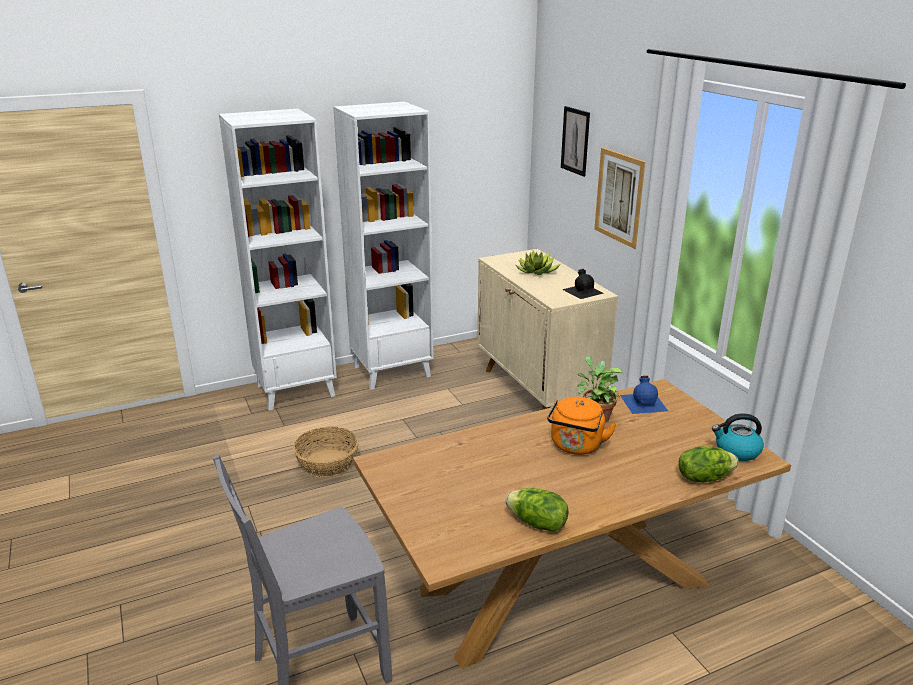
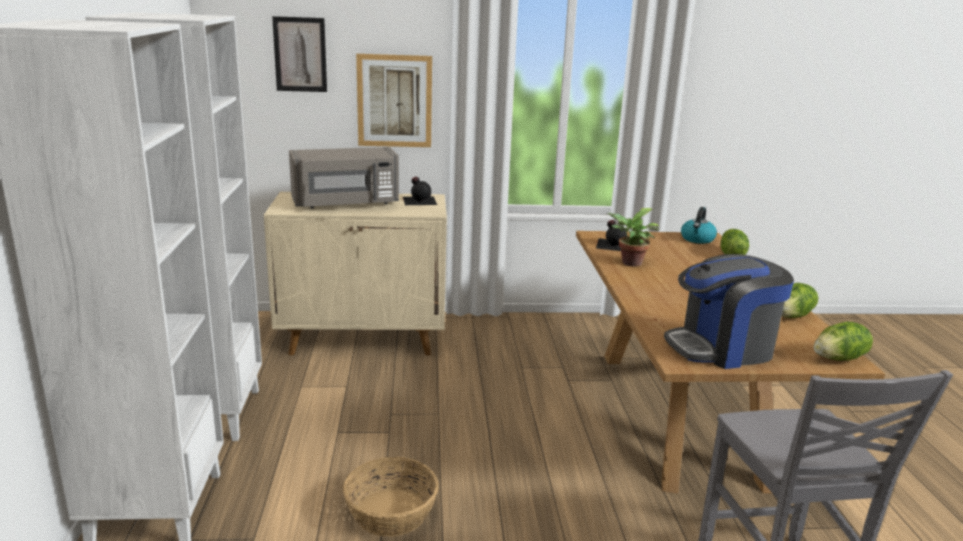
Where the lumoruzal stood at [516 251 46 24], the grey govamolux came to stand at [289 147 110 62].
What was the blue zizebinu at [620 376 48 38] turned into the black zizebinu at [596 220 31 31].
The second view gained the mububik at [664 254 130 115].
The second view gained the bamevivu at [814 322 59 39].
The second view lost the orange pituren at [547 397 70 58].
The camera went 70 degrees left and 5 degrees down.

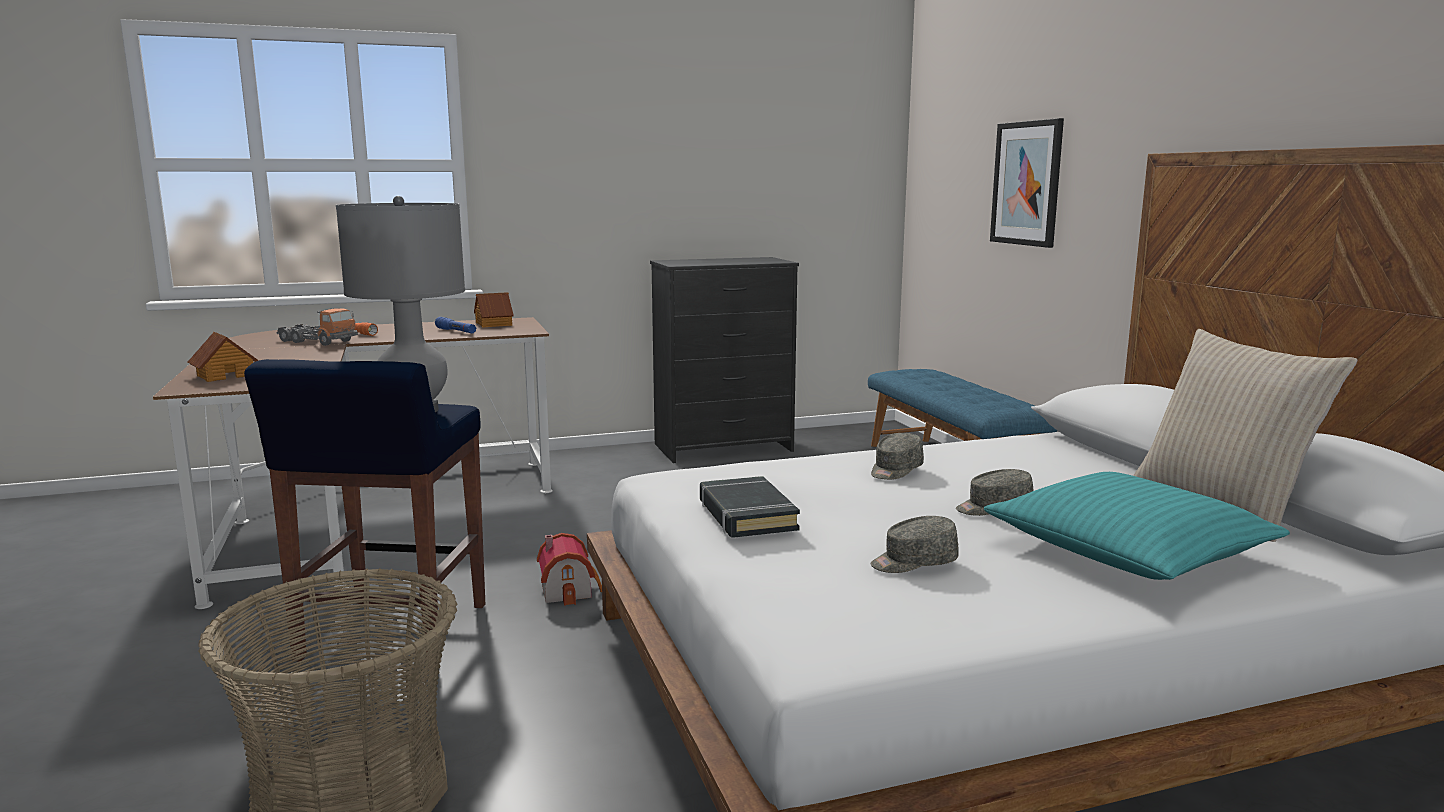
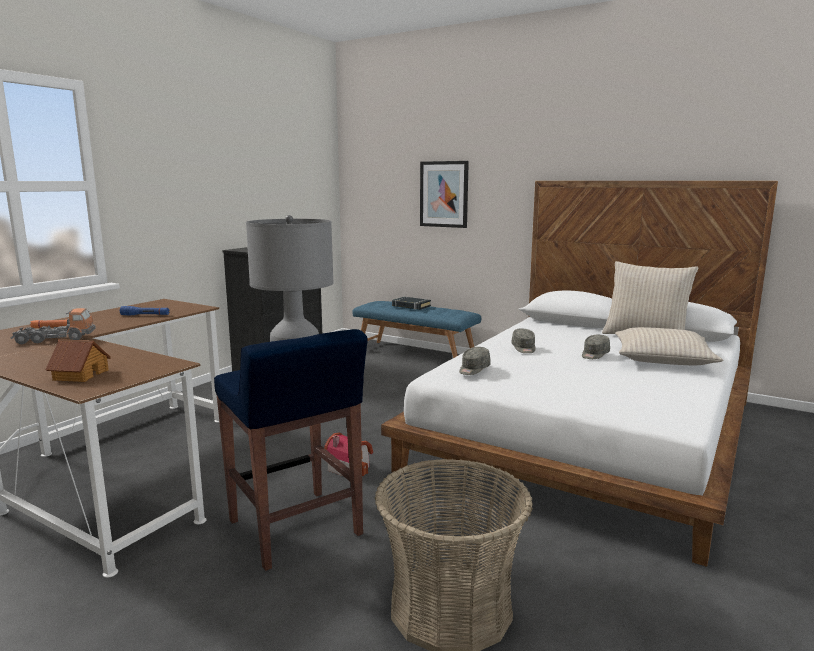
The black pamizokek ended up elsewhere, having gone from [700 476 100 62] to [392 297 39 13].
The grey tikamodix ended up elsewhere, having gone from [870 516 88 57] to [459 347 31 28].
What was the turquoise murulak at [984 472 306 108] turned into the beige murulak at [615 327 108 38].
The second view lost the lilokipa at [474 292 40 35].
The camera went 40 degrees left and 0 degrees up.

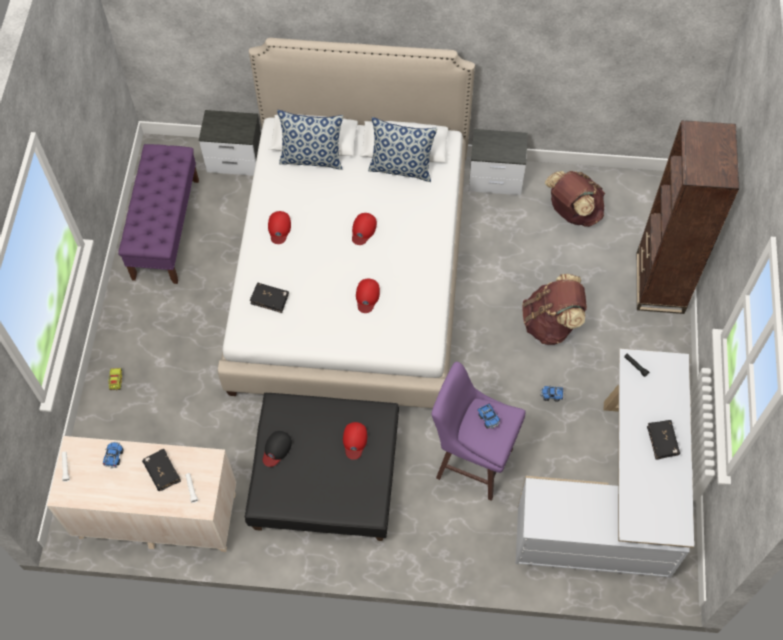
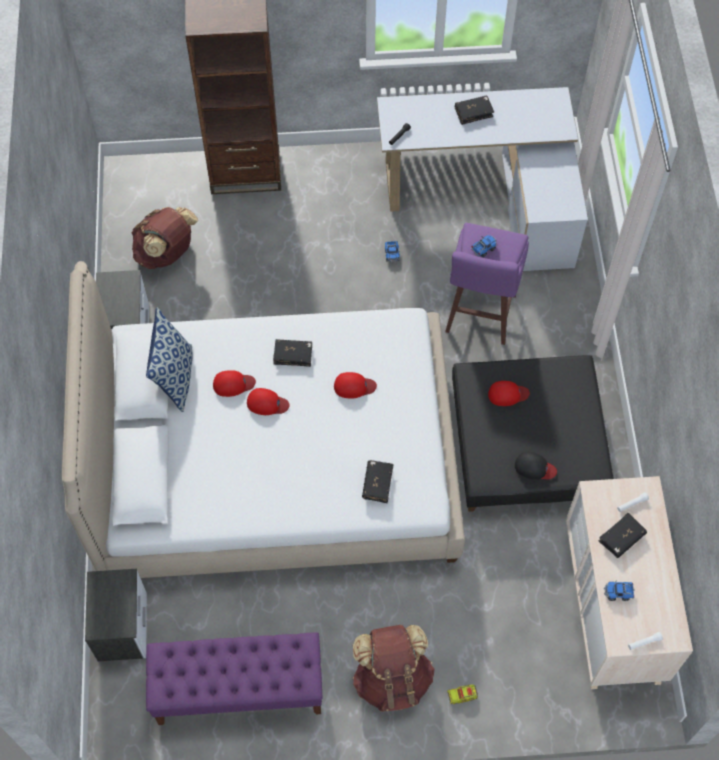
The red tikamodix ended up elsewhere, having gone from [268 211 23 33] to [213 370 43 27].
The second view gained the black pamizokek at [273 339 39 28].
The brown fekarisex ended up elsewhere, having gone from [522 274 65 71] to [352 625 83 86].
The second view lost the murulak at [277 110 66 60].
The camera went 100 degrees left and 0 degrees up.

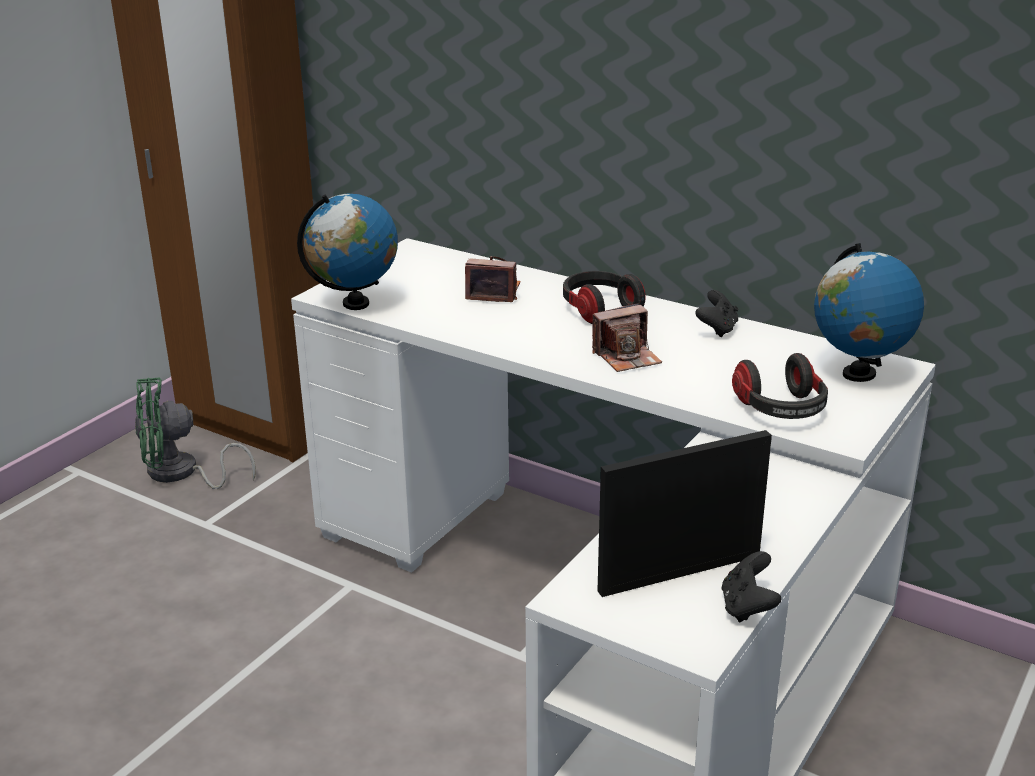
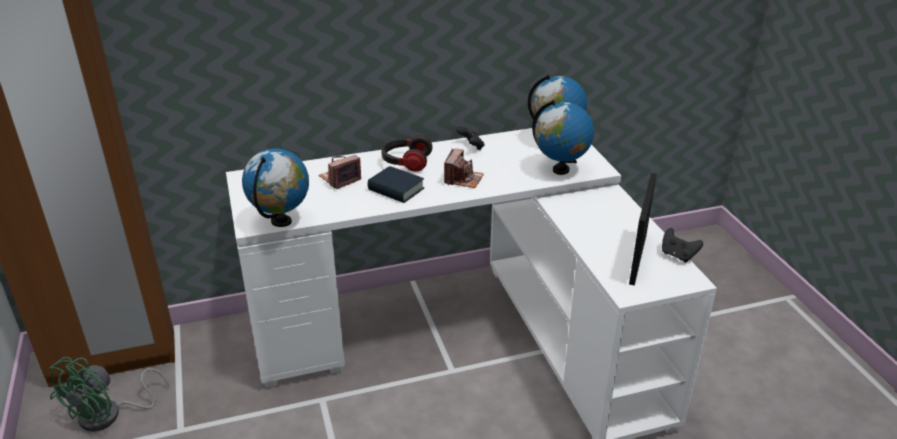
The second view gained the pamizokek at [368 166 56 37].
Where the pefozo stood at [732 353 96 66], the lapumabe came to stand at [532 100 62 75].
The camera went 50 degrees left and 5 degrees up.

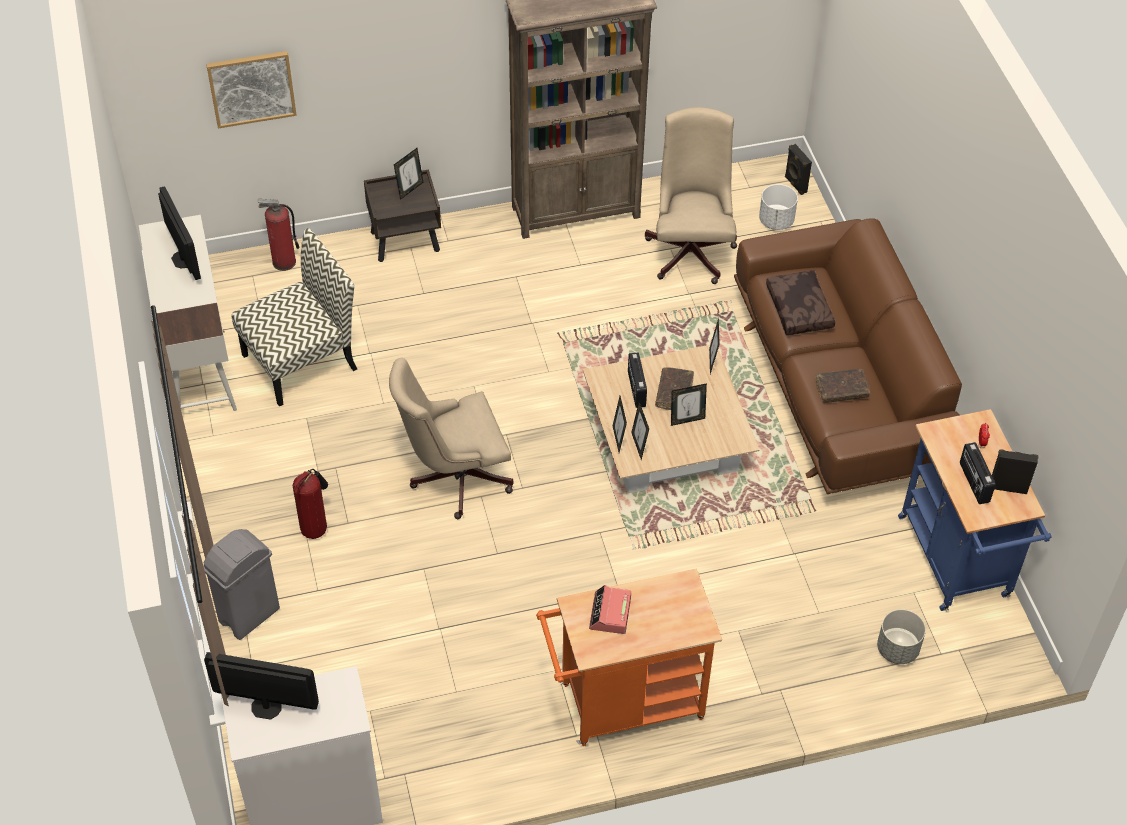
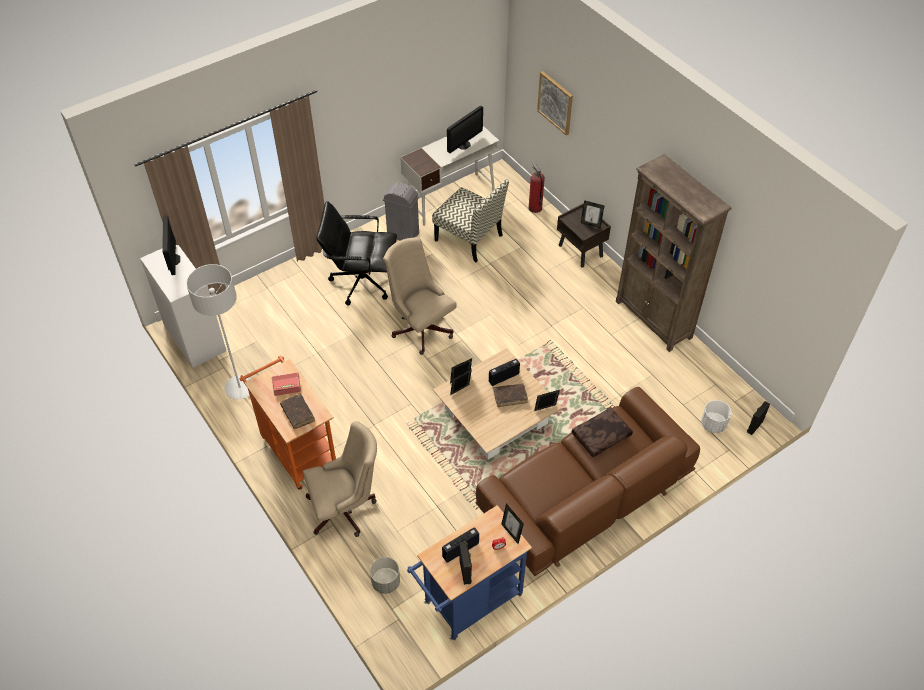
The second view gained the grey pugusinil at [186 264 66 135].
The brown pamizokek ended up elsewhere, having gone from [815 369 55 34] to [280 394 35 35].
The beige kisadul ended up elsewhere, having gone from [645 107 92 177] to [303 421 74 116].
Where the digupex stood at [293 469 35 70], the black kisadul came to stand at [316 201 81 104].
The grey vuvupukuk ended up elsewhere, having gone from [203 529 77 111] to [383 182 36 59].
The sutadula ended up elsewhere, having gone from [671 383 36 43] to [501 504 23 40].
The camera went 70 degrees right and 0 degrees up.

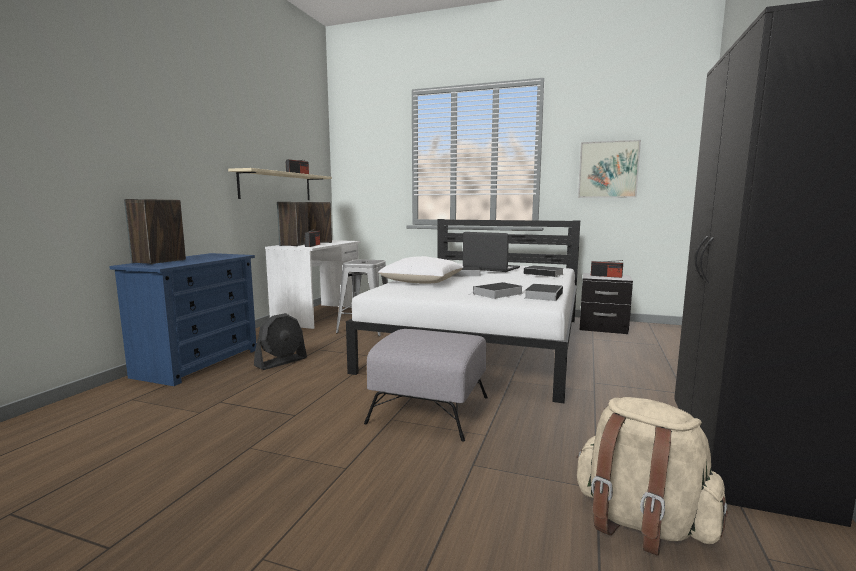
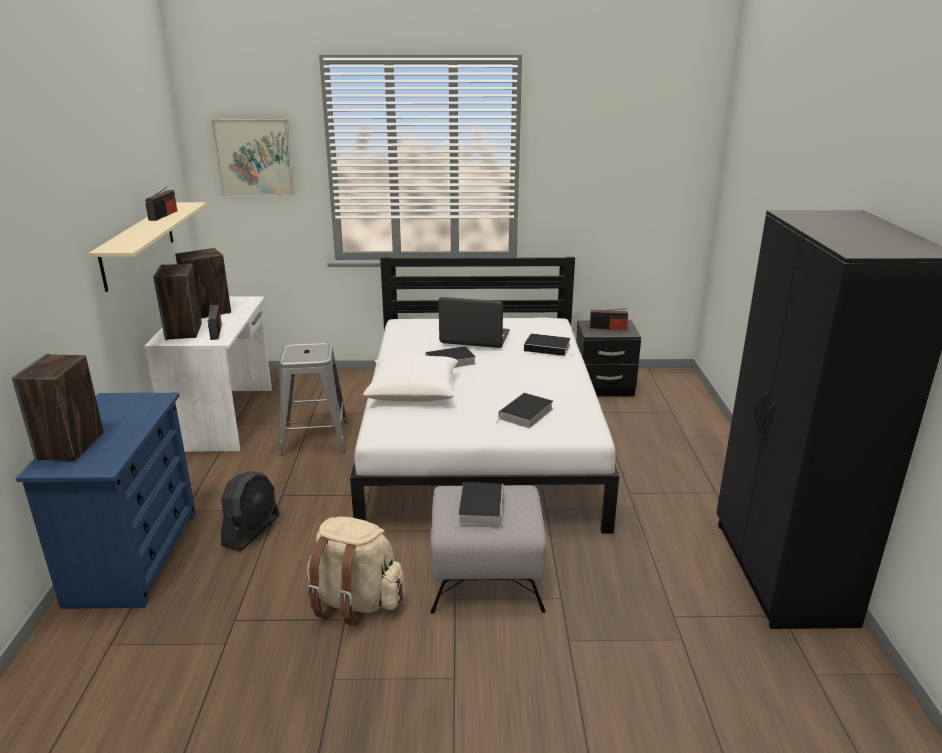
The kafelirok ended up elsewhere, having gone from [578 140 63 58] to [211 119 84 76].
The beige fekarisex ended up elsewhere, having gone from [576 397 152 159] to [307 517 98 109].
The pamizokek ended up elsewhere, having gone from [525 284 38 17] to [458 482 45 44].
The camera went 20 degrees left and 15 degrees up.

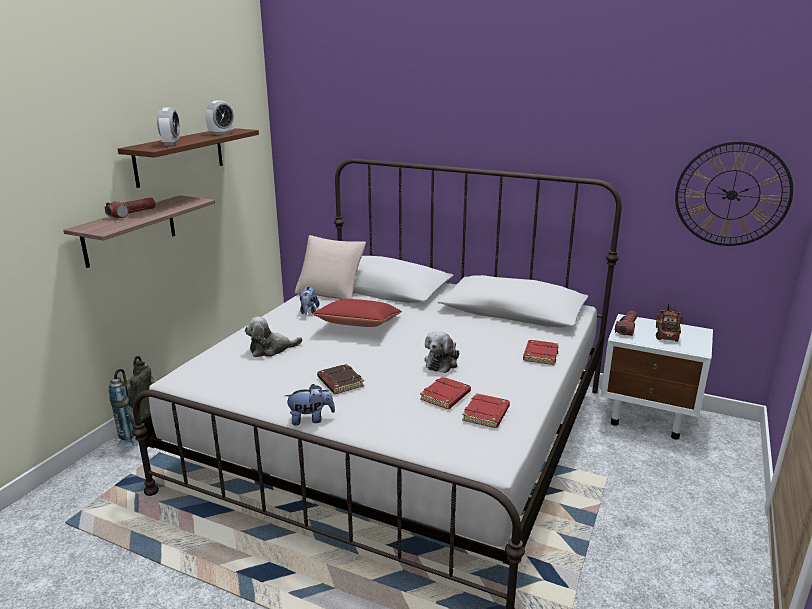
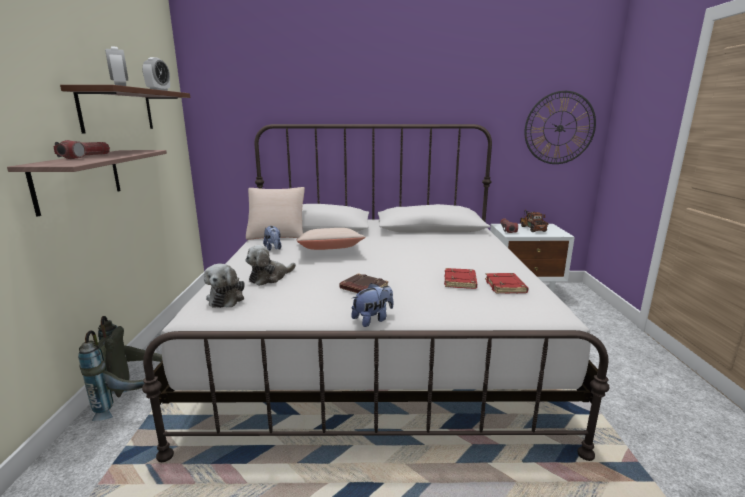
The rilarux ended up elsewhere, having gone from [424 331 35 42] to [204 264 41 44].
What was the red murulak at [312 299 90 28] turned into the beige murulak at [297 228 69 22].
The second view lost the red pamizokek at [523 340 36 25].
The camera went 25 degrees left and 5 degrees down.

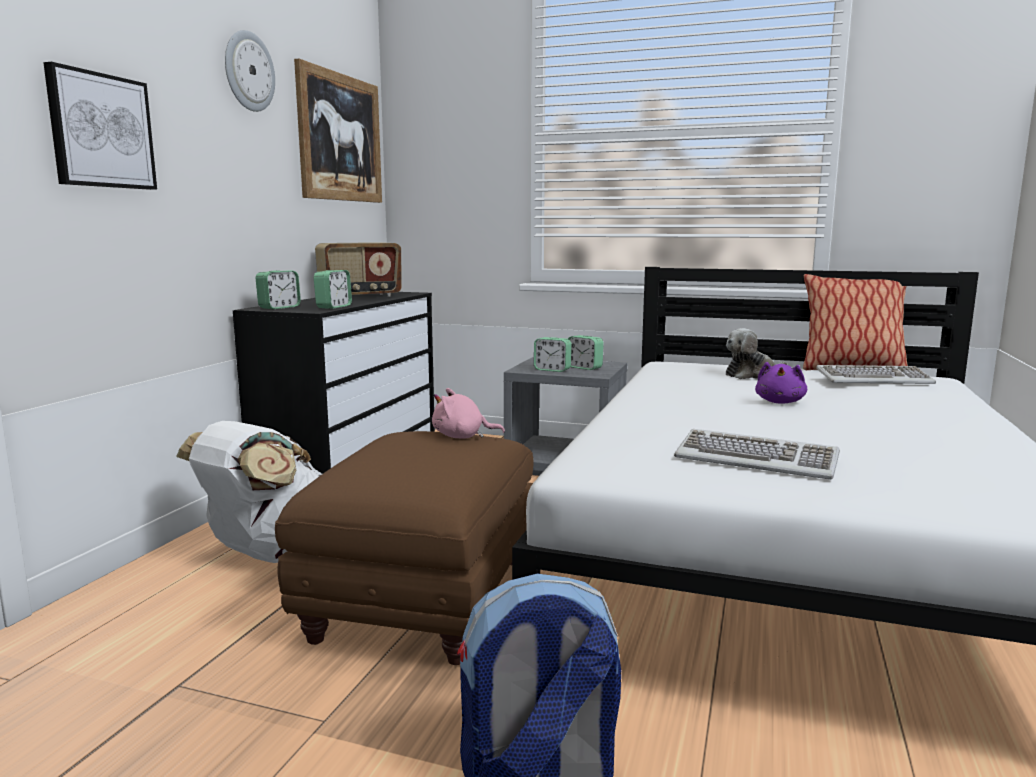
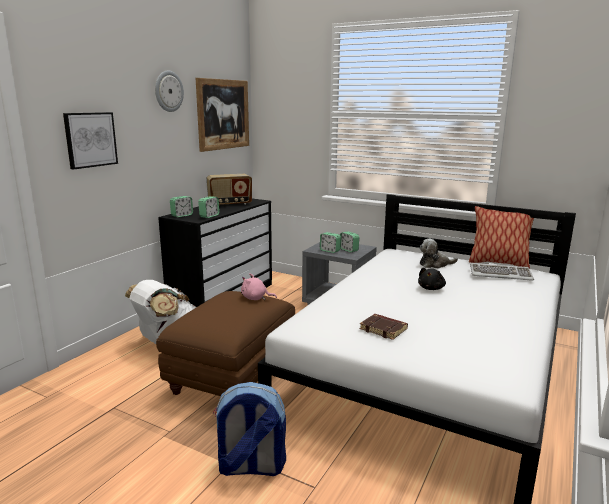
Where the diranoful stood at [674 429 166 50], the brown pamizokek came to stand at [359 314 49 26].
What was the purple rilarux at [755 362 52 42] turned into the black rilarux at [418 267 28 23].
The camera went 10 degrees right and 5 degrees up.

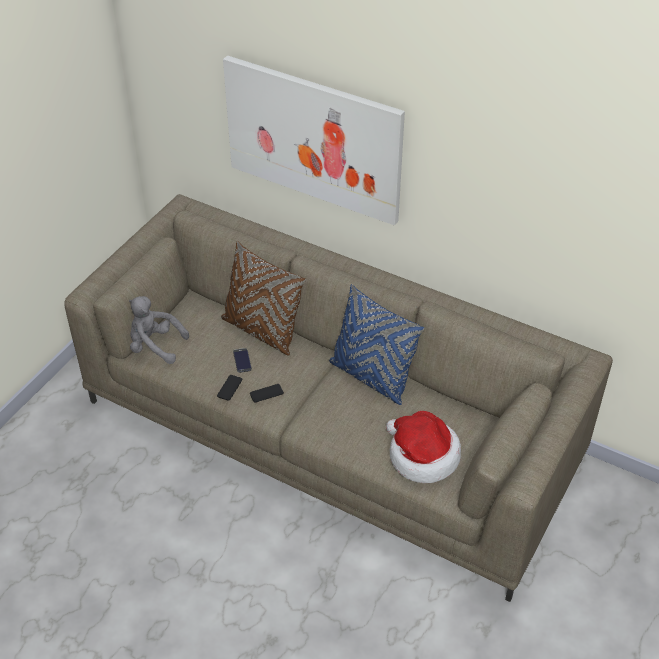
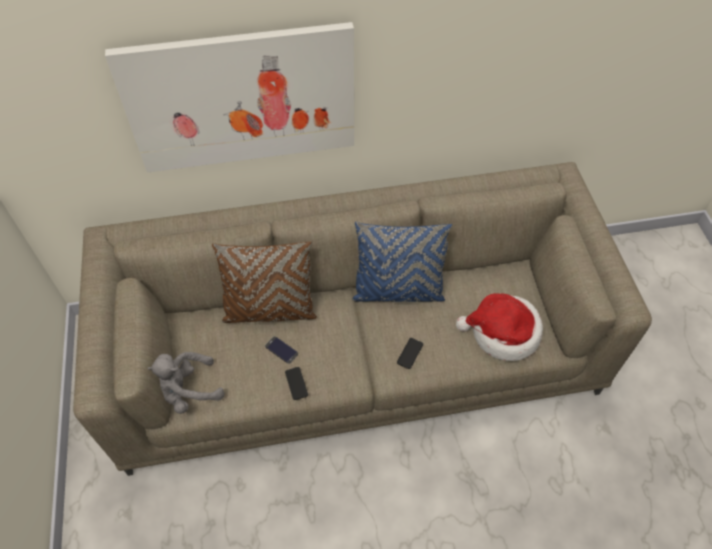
The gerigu ended up elsewhere, having gone from [250 384 34 19] to [397 338 26 31].
The camera went 40 degrees left and 10 degrees up.

